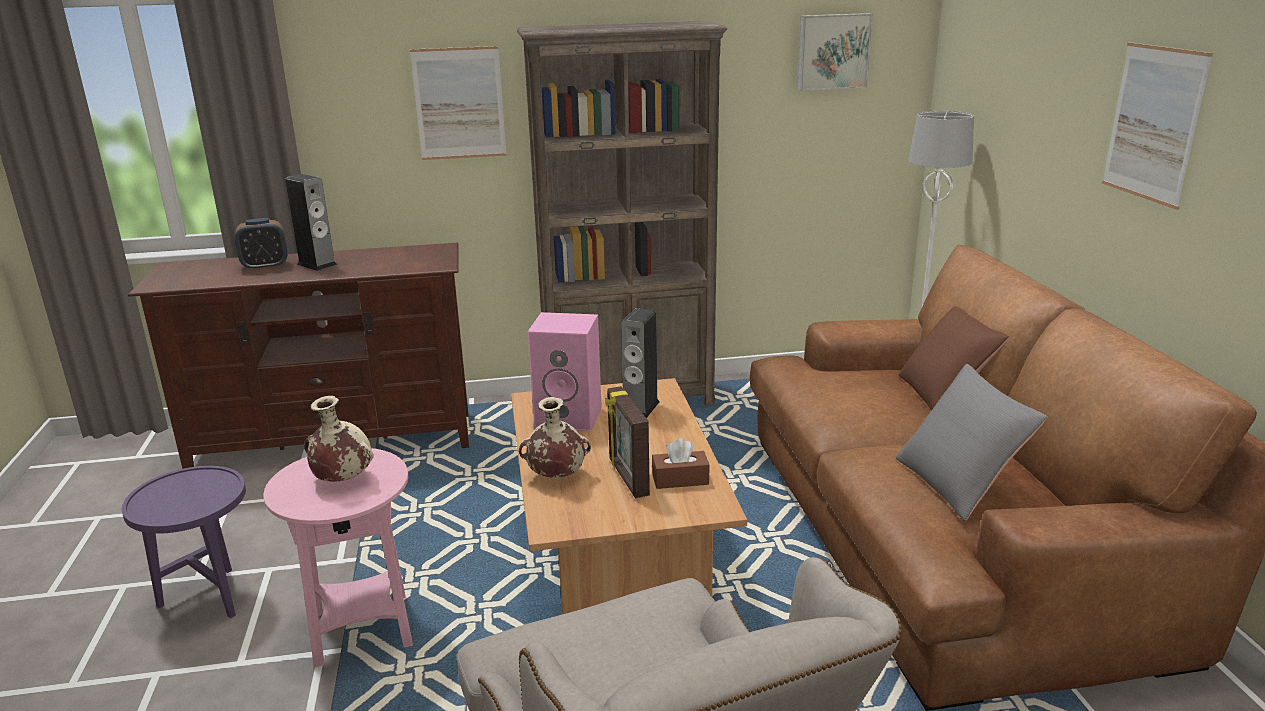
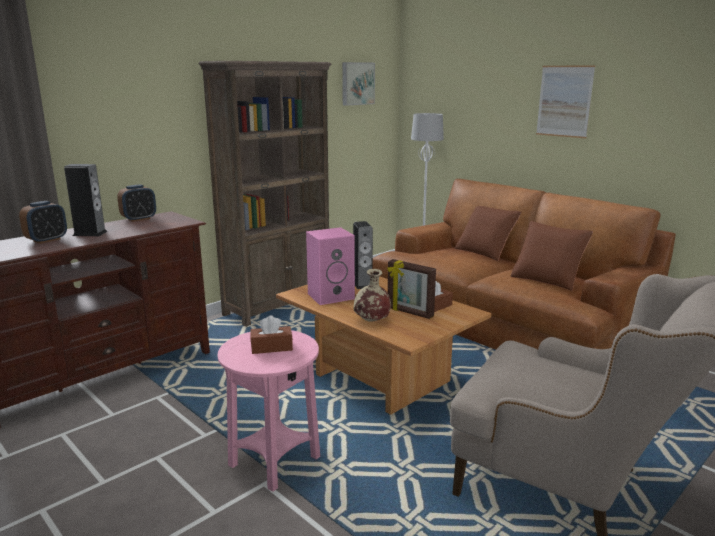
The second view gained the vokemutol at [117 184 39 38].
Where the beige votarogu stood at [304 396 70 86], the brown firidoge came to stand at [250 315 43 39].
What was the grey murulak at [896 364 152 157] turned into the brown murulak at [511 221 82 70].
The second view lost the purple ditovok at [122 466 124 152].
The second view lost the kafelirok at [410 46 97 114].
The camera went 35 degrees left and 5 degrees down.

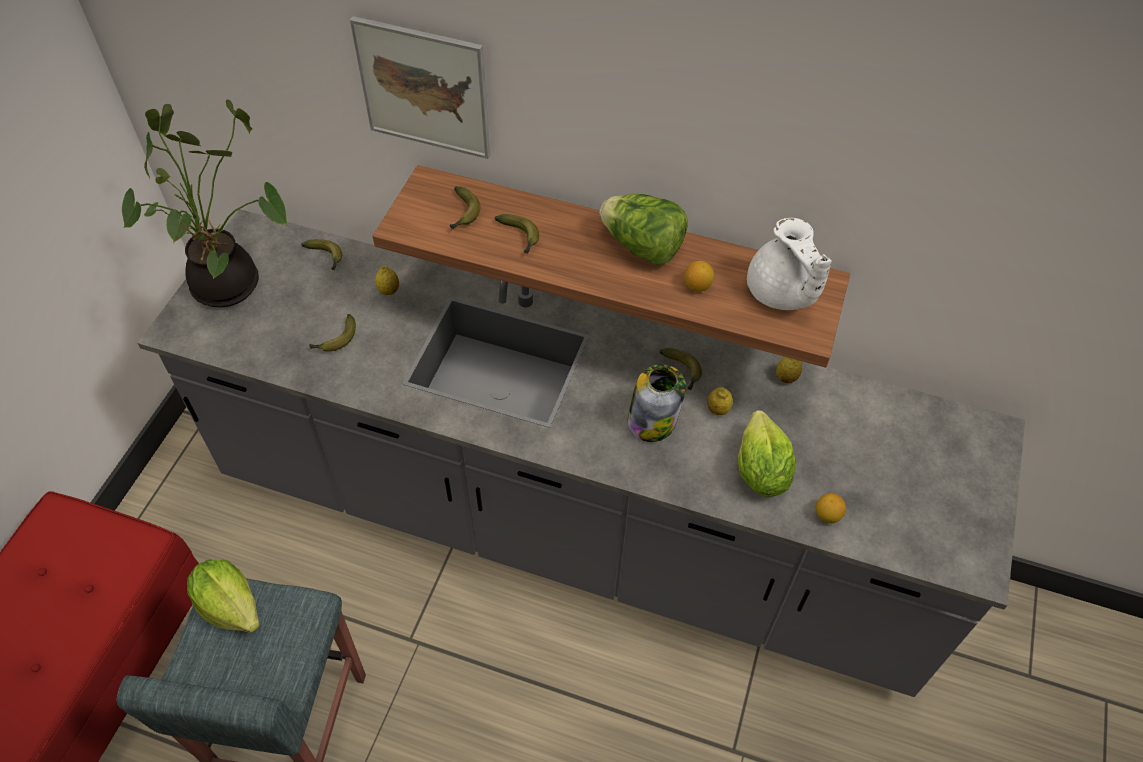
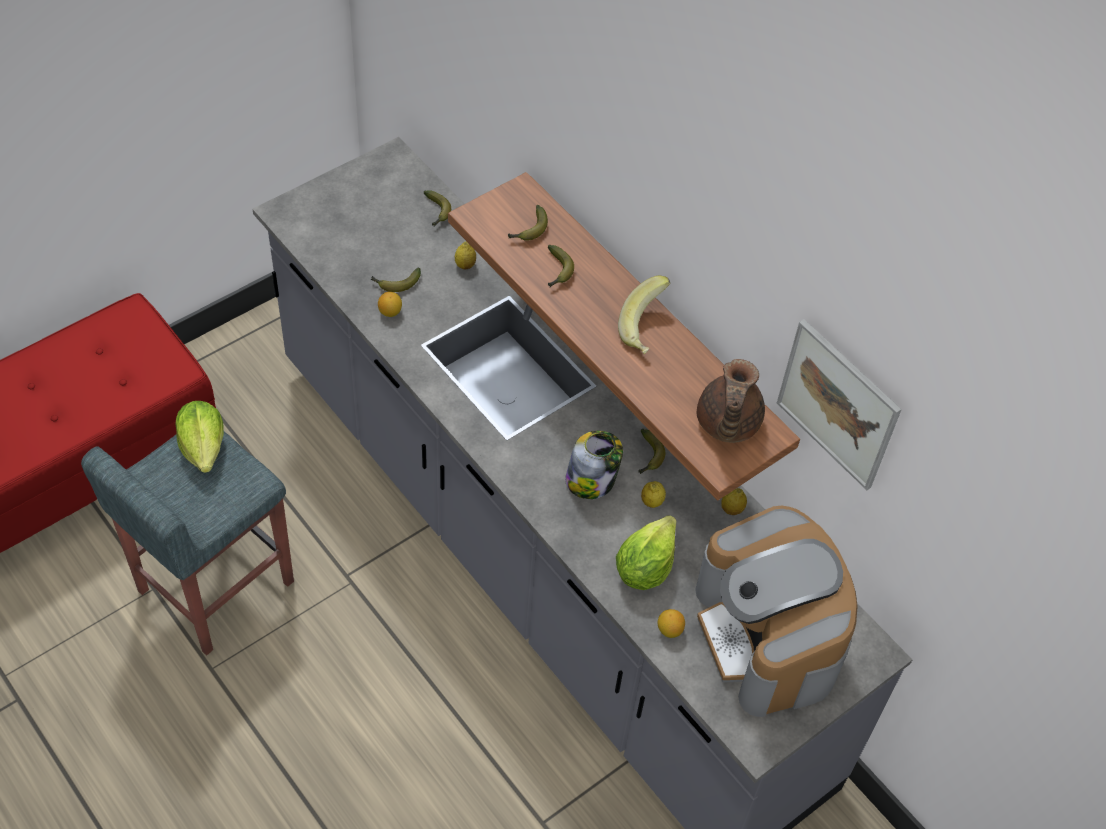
The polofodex ended up elsewhere, having gone from [684 261 30 31] to [378 292 24 25].
Where the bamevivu stood at [599 194 89 72], the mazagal came to stand at [618 276 52 78].
The second view gained the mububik at [695 506 163 211].
What was the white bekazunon at [747 218 85 92] turned into the brown bekazunon at [697 359 68 84].
The kafelirok ended up elsewhere, having gone from [350 16 141 143] to [777 319 125 171].
The second view lost the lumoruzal at [122 99 167 208].
The camera went 30 degrees right and 0 degrees up.

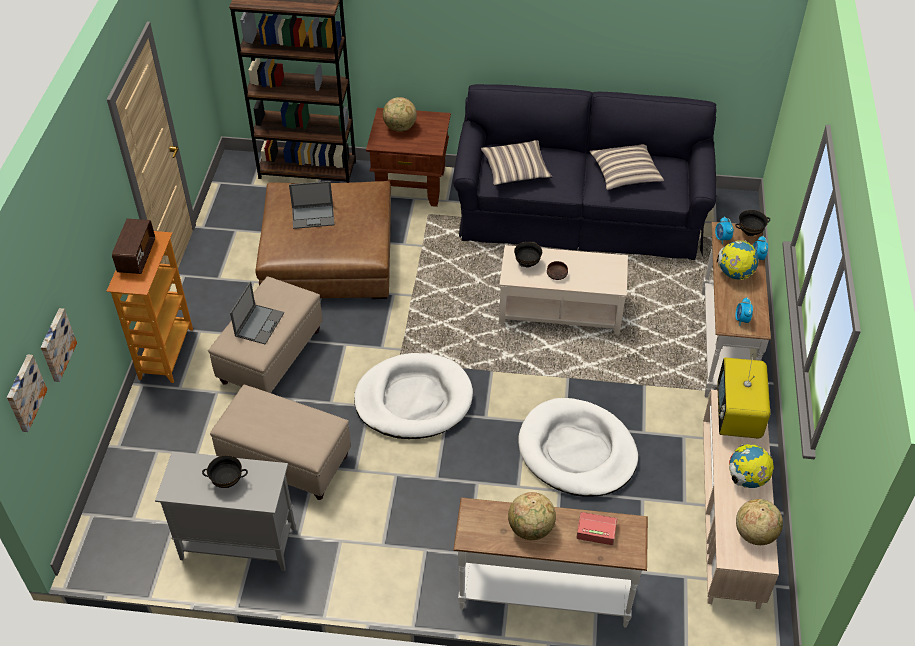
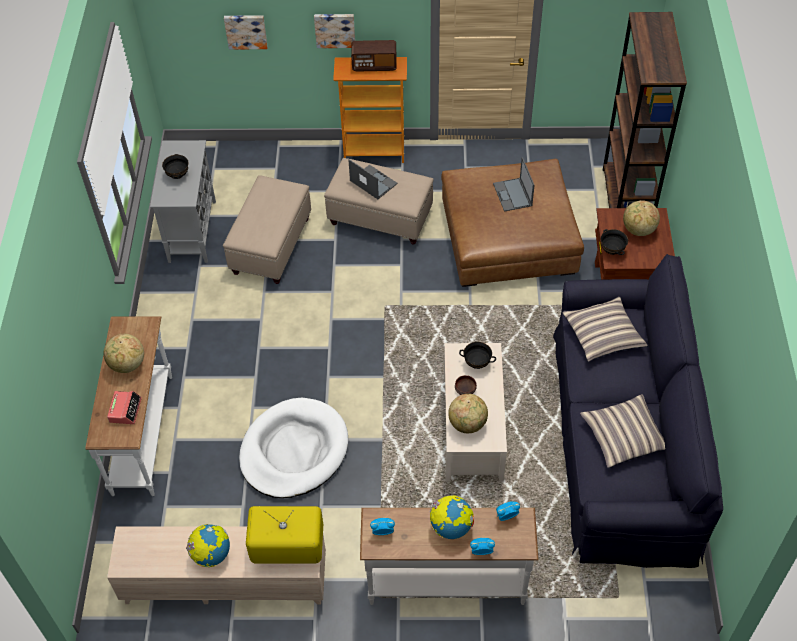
The kafelirok ended up elsewhere, having gone from [7 354 40 78] to [314 14 41 34].
The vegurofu at [230 282 54 63] ended up facing another way, 150 degrees counterclockwise from before.
The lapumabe ended up elsewhere, having gone from [736 499 47 46] to [448 394 40 39].
The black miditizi ended up elsewhere, having gone from [735 210 35 26] to [601 229 27 26].
The second view lost the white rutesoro at [354 353 119 86].
The camera went 85 degrees right and 5 degrees up.

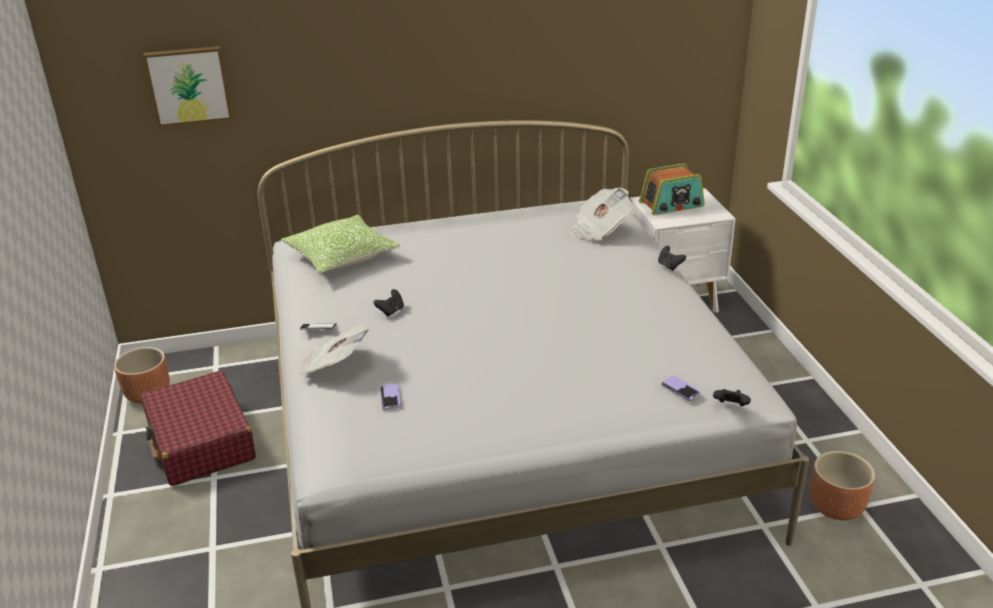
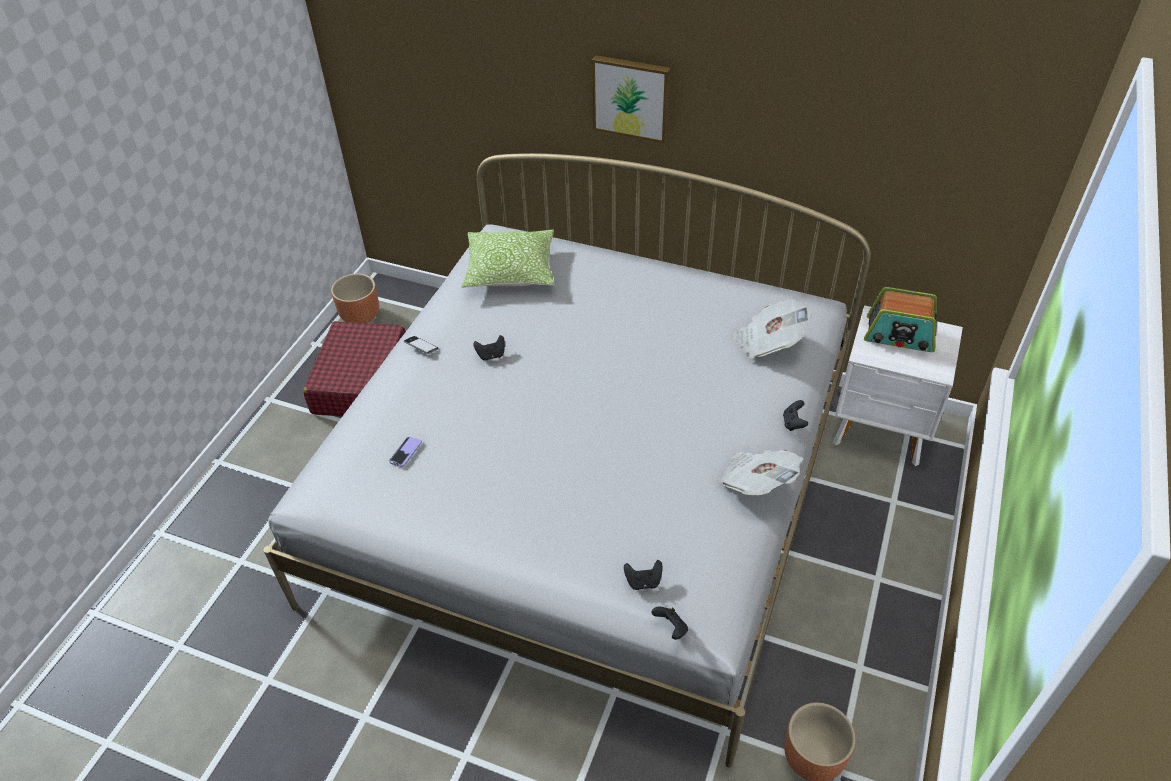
The kafelirok ended up elsewhere, having gone from [143 46 90 81] to [592 55 79 88].
Where the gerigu stood at [661 375 40 26], the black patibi came to stand at [624 560 39 30].
The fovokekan ended up elsewhere, having gone from [300 323 70 52] to [718 450 86 45].
The camera went 35 degrees right and 15 degrees up.

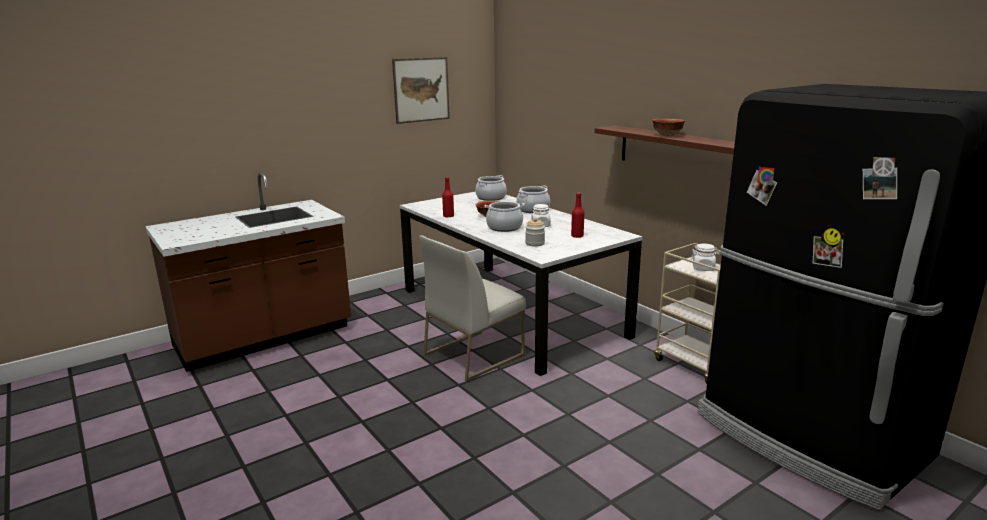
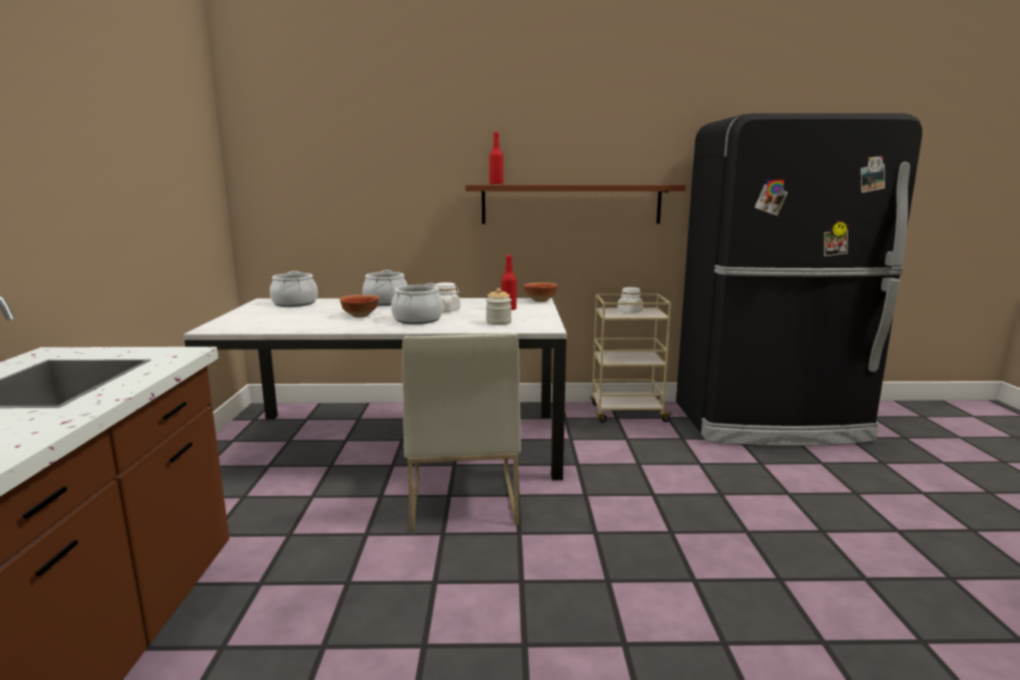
The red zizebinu ended up elsewhere, having gone from [442 177 12 40] to [489 132 14 53].
The miditizi ended up elsewhere, having gone from [652 119 33 17] to [523 282 35 20].
The second view lost the kafelirok at [392 57 58 67].
The camera went 55 degrees left and 5 degrees down.

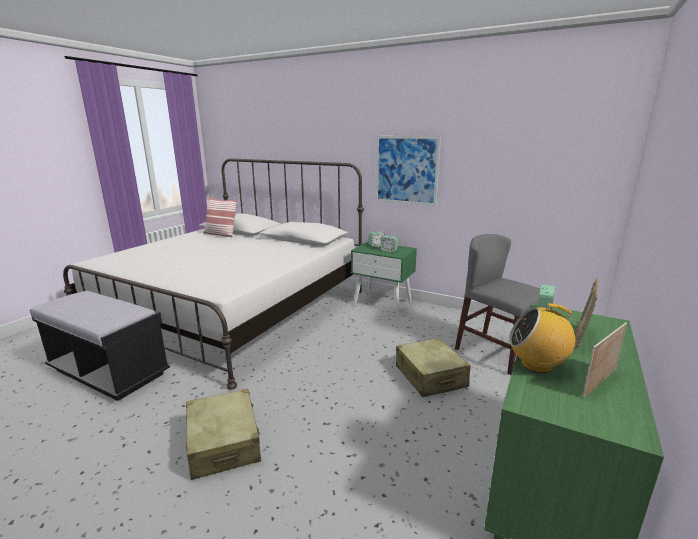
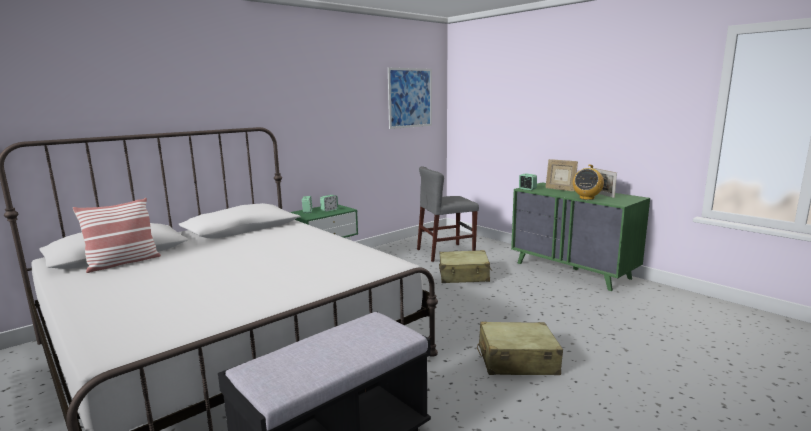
The kafelirok ended up elsewhere, having gone from [376 136 65 70] to [388 68 44 61].
The camera went 70 degrees left and 5 degrees down.

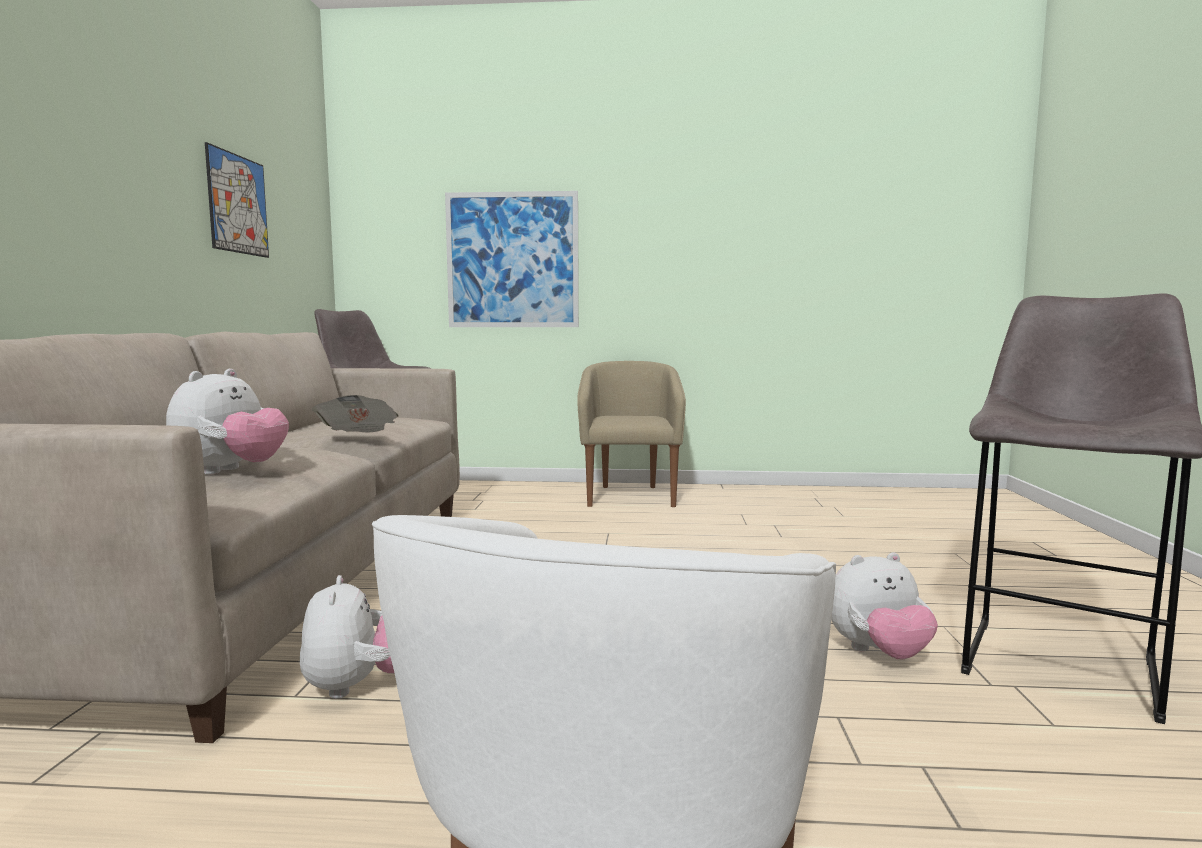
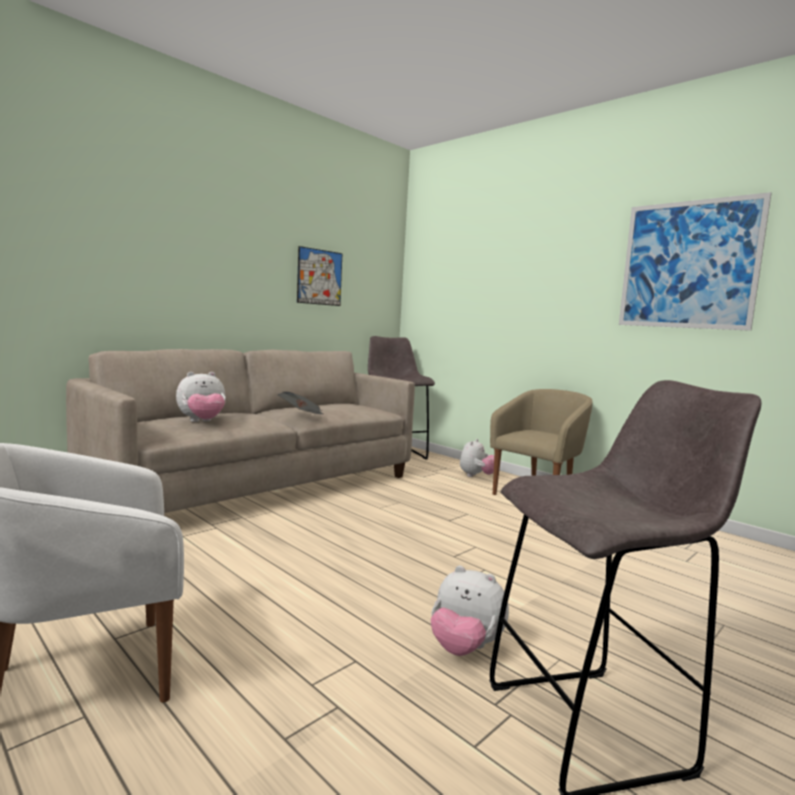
The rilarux ended up elsewhere, having gone from [300 575 94 124] to [460 439 34 38].
The kafelirok ended up elsewhere, having gone from [445 191 134 136] to [619 192 152 139].
The camera went 40 degrees right and 0 degrees up.

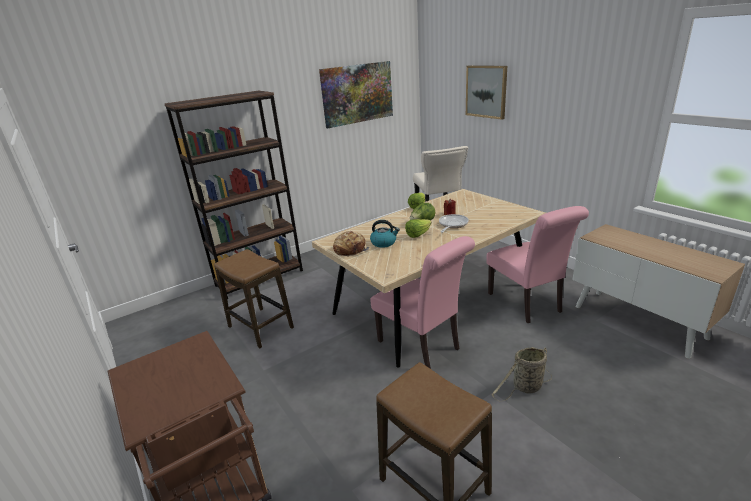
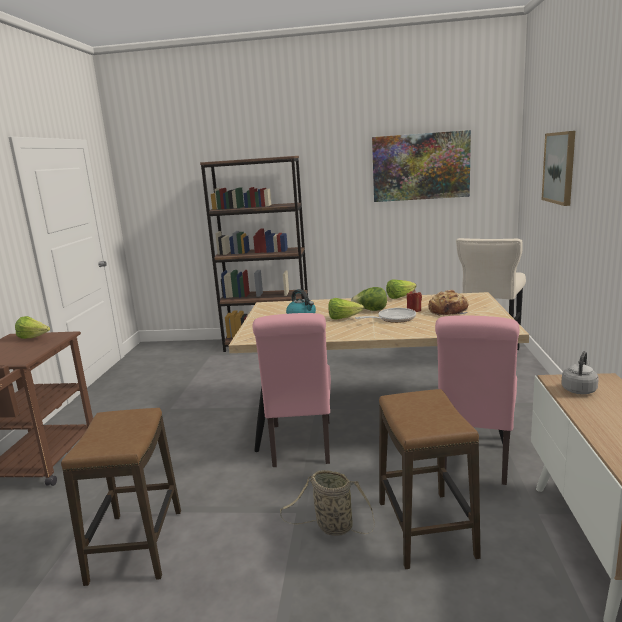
The second view gained the bamevivu at [15 316 35 23].
The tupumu ended up elsewhere, having gone from [214 249 80 99] to [379 389 102 180].
The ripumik ended up elsewhere, having gone from [333 231 37 26] to [428 290 41 26].
The second view gained the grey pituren at [561 351 38 43].
The camera went 40 degrees right and 10 degrees down.

